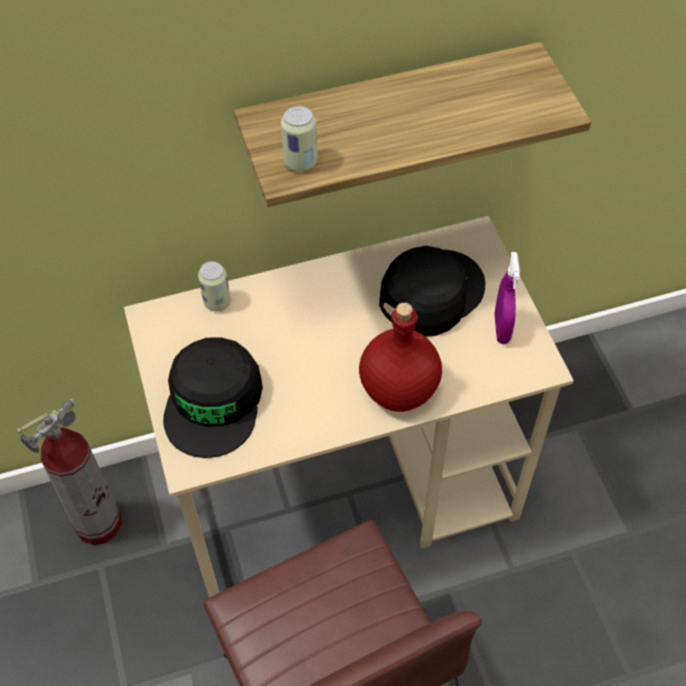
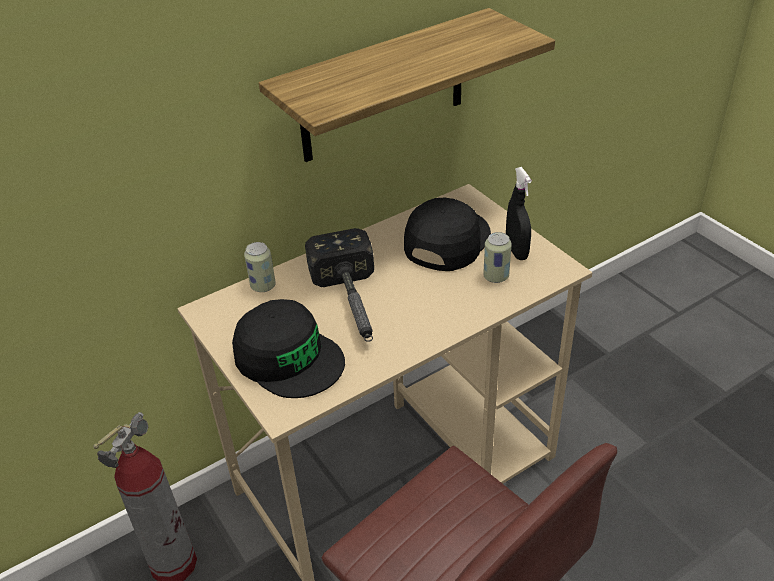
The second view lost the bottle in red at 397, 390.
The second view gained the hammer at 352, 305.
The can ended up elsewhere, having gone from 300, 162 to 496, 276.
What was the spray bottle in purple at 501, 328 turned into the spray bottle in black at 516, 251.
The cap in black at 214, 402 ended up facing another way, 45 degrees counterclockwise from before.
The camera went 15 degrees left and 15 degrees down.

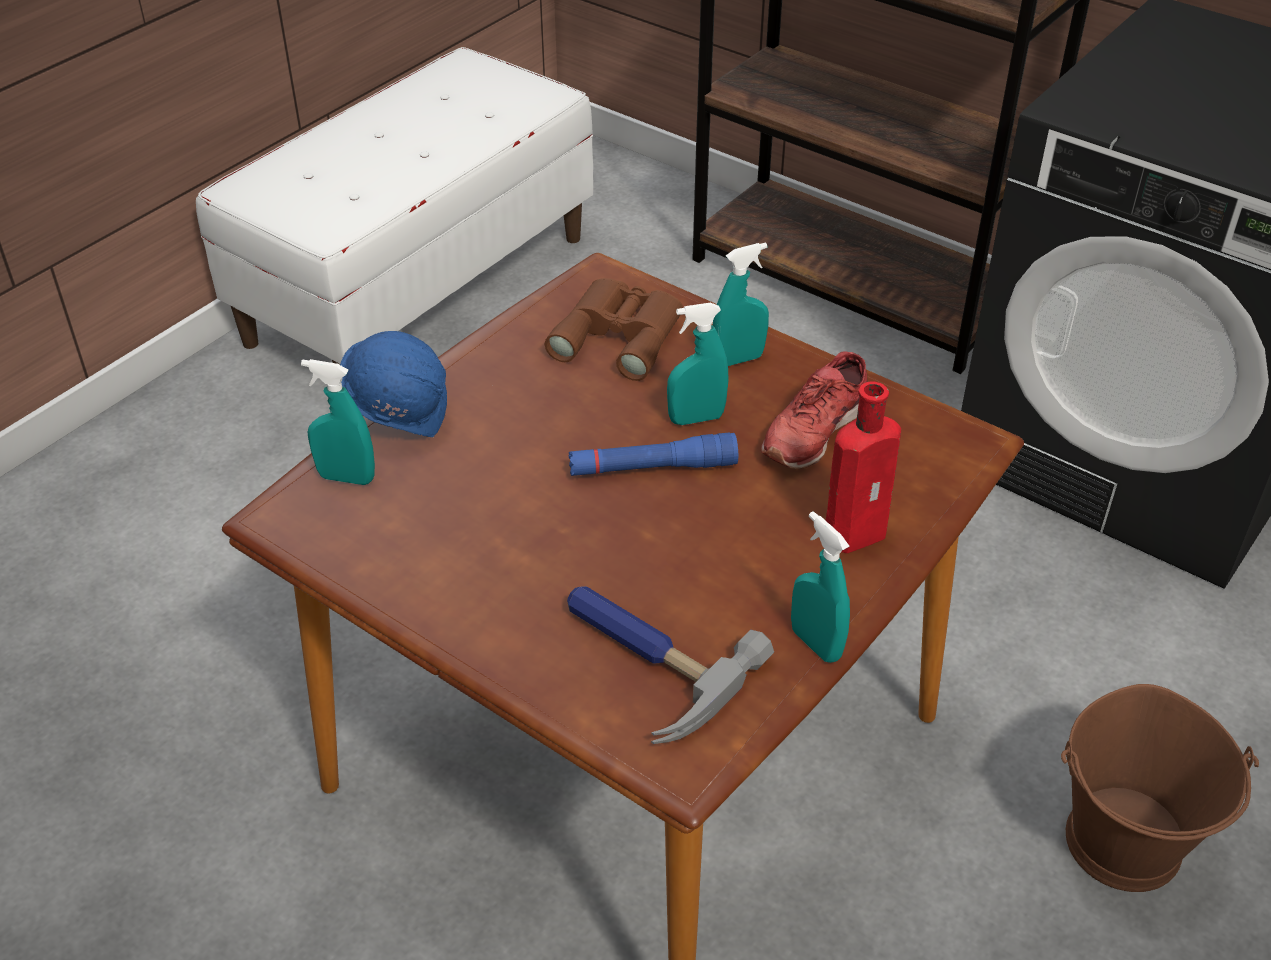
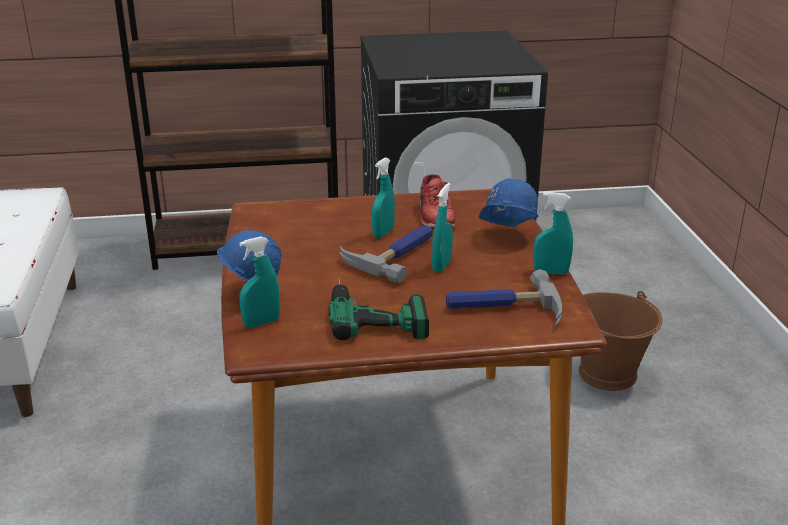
The second view lost the binoculars in brown at 621, 335.
The second view gained the power drill at 375, 312.
The spray bottle in turquoise ended up elsewhere, having gone from 738, 359 to 441, 265.
Where the flashlight in blue stood at 652, 468, the hammer came to stand at 395, 255.
Where the bottle in red stood at 859, 532, the hard hat in blue came to stand at 506, 236.
The camera went 45 degrees left and 15 degrees down.

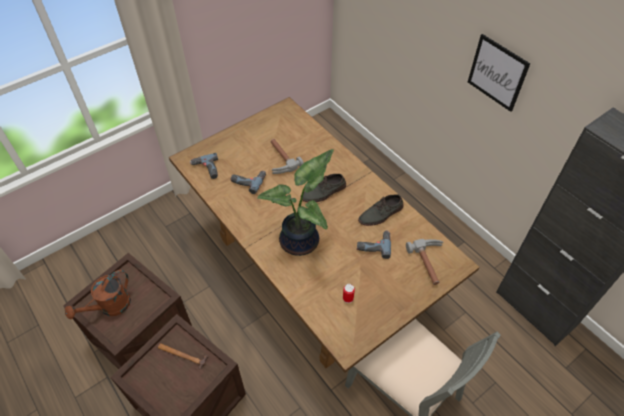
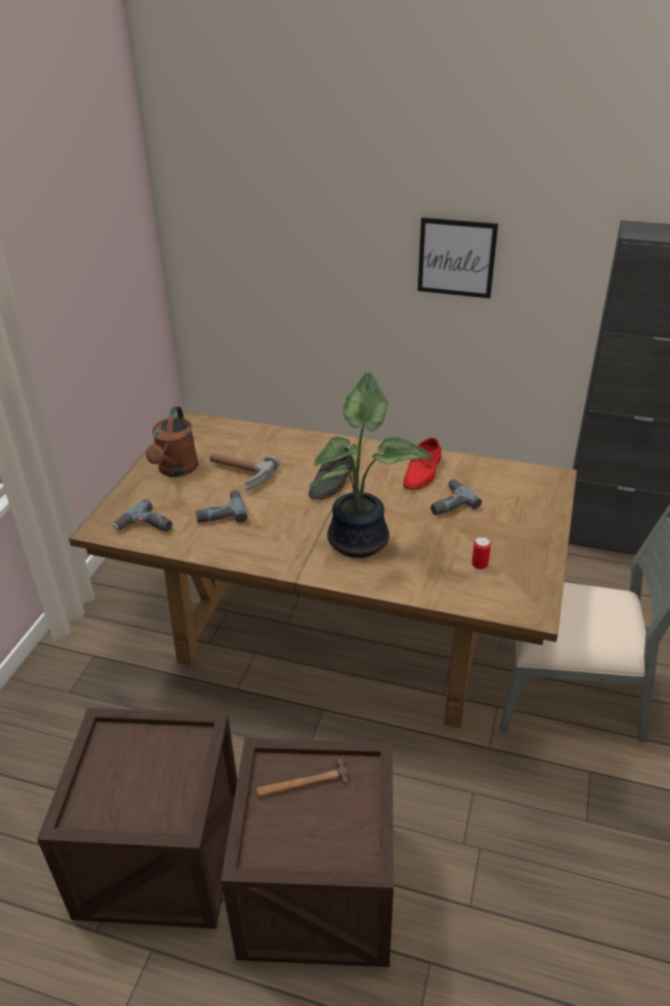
The second view lost the hammer at 431, 263.
The watering can in brown ended up elsewhere, having gone from 110, 307 to 176, 470.
What was the shoe in grey at 381, 214 turned into the shoe in red at 423, 472.
The camera went 35 degrees left and 15 degrees down.

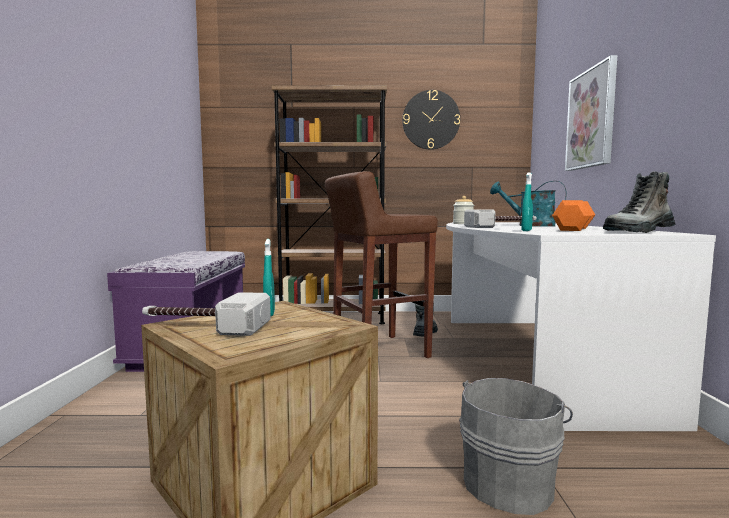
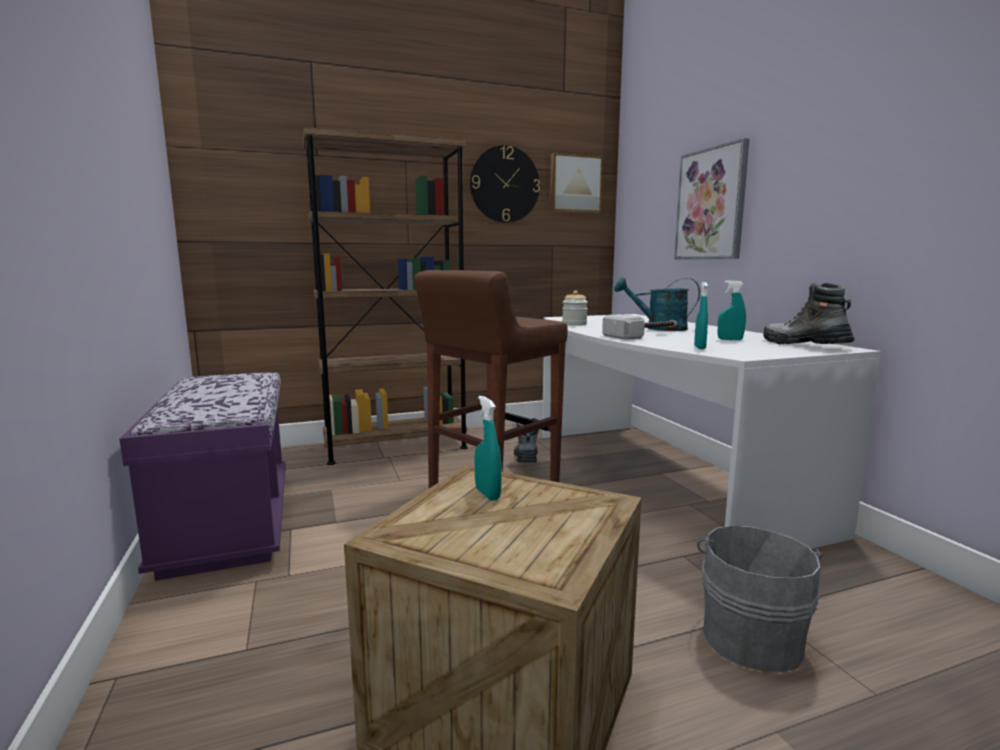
The second view lost the hammer at 203, 327.
The second view gained the picture at 575, 184.
Where the dumbbell in orange stood at 573, 229, the spray bottle in turquoise came to stand at 730, 339.
The boot at 639, 231 ended up facing another way, 105 degrees clockwise from before.
The camera went 20 degrees left and 5 degrees up.

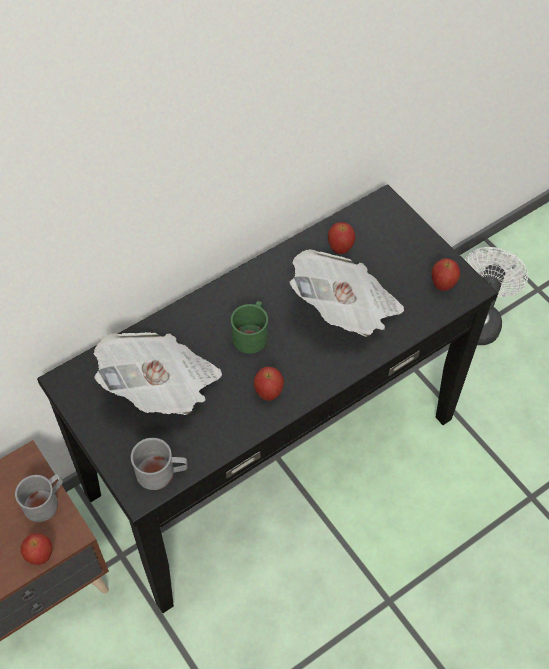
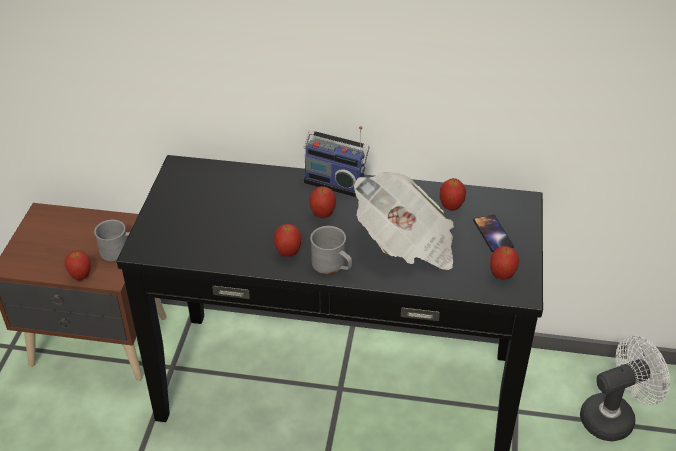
The second view lost the newspaper at 162, 387.
The second view gained the radio at 336, 182.
The second view gained the phone at 492, 233.
The mug in grey ended up elsewhere, having gone from 161, 473 to 332, 266.
Where the mug in green stood at 252, 334, the apple came to stand at 322, 215.
The camera went 45 degrees right and 15 degrees down.

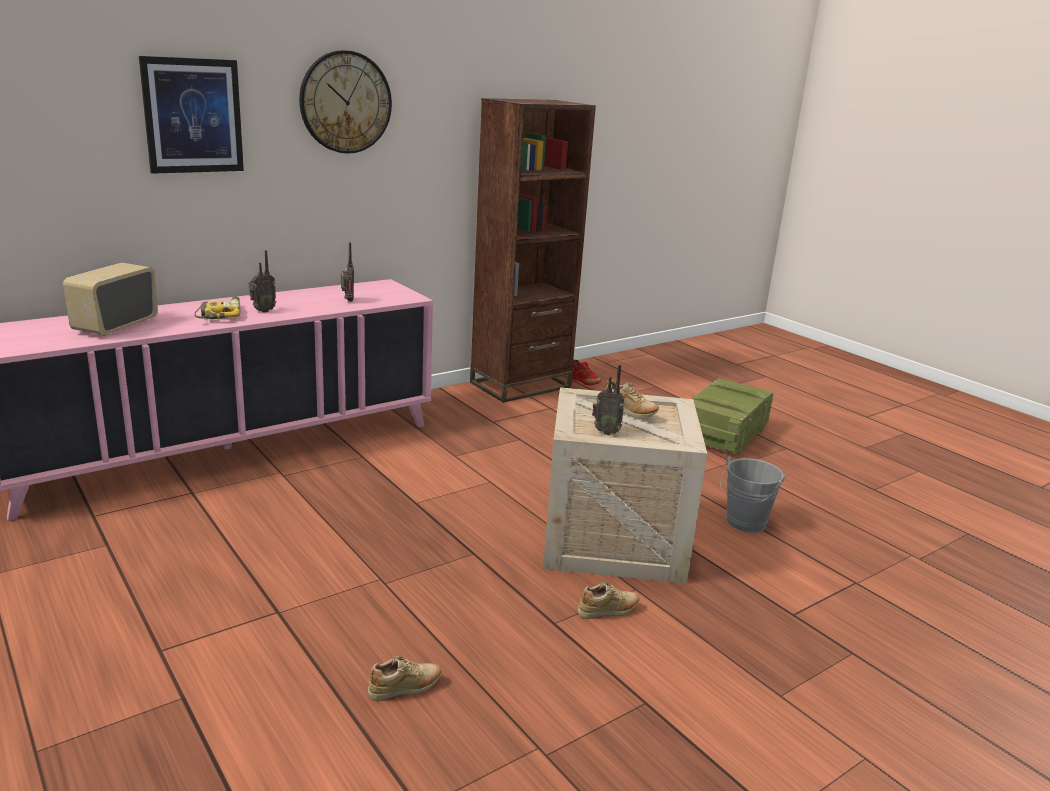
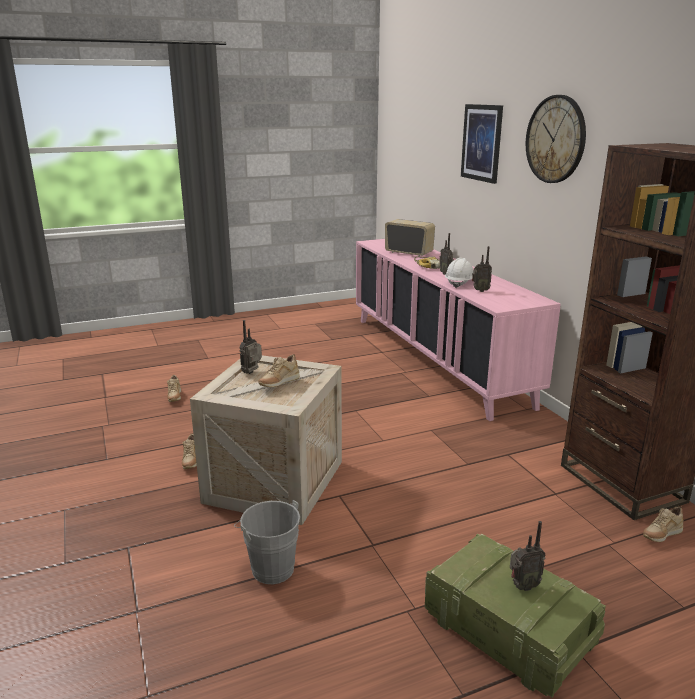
The second view gained the hard hat in white at 459, 283.
The second view gained the radio at 522, 586.
What was the shoe in red at 585, 382 turned into the shoe in beige at 660, 535.
The camera went 105 degrees right and 0 degrees up.

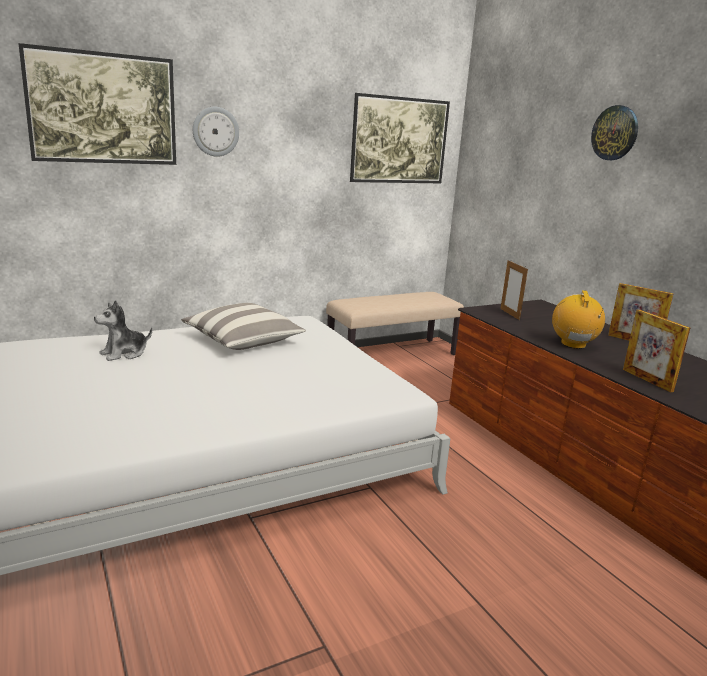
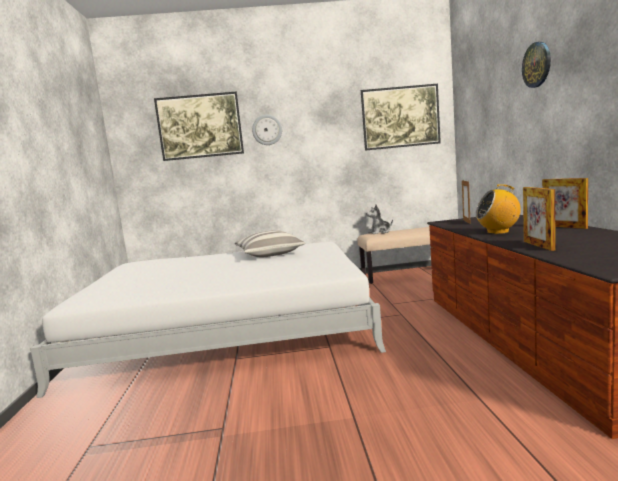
The plush toy ended up elsewhere, having gone from 124, 353 to 380, 232.
The radio at 573, 344 ended up facing another way, 120 degrees counterclockwise from before.
The camera went 25 degrees right and 10 degrees down.

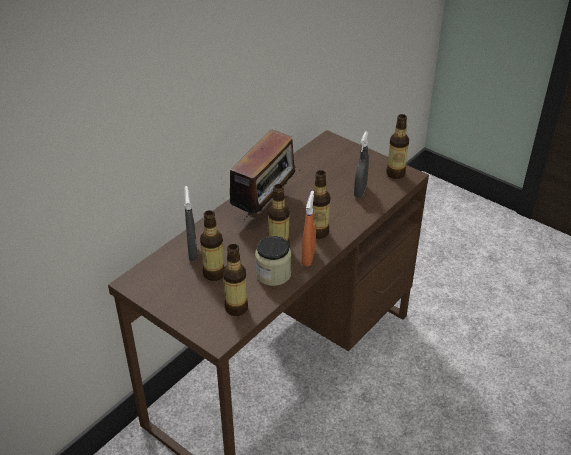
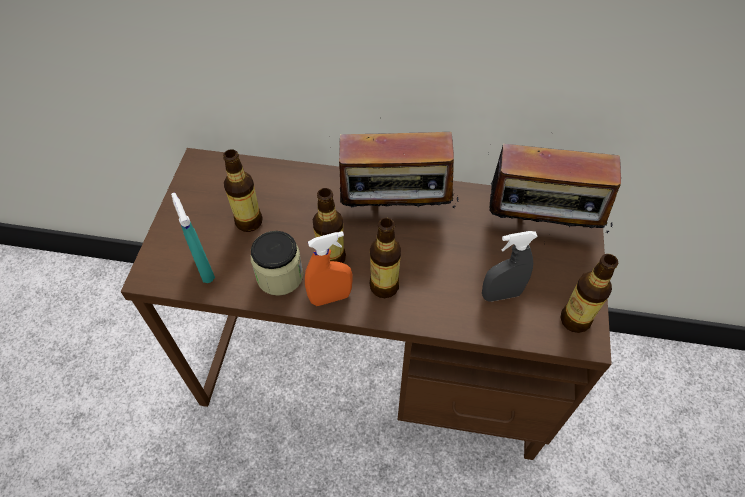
The second view lost the spray bottle in grey at 192, 252.
The second view gained the radio at 540, 226.
Where the bottle stood at 236, 308, the spray bottle in turquoise came to stand at 204, 269.
The camera went 60 degrees right and 15 degrees up.

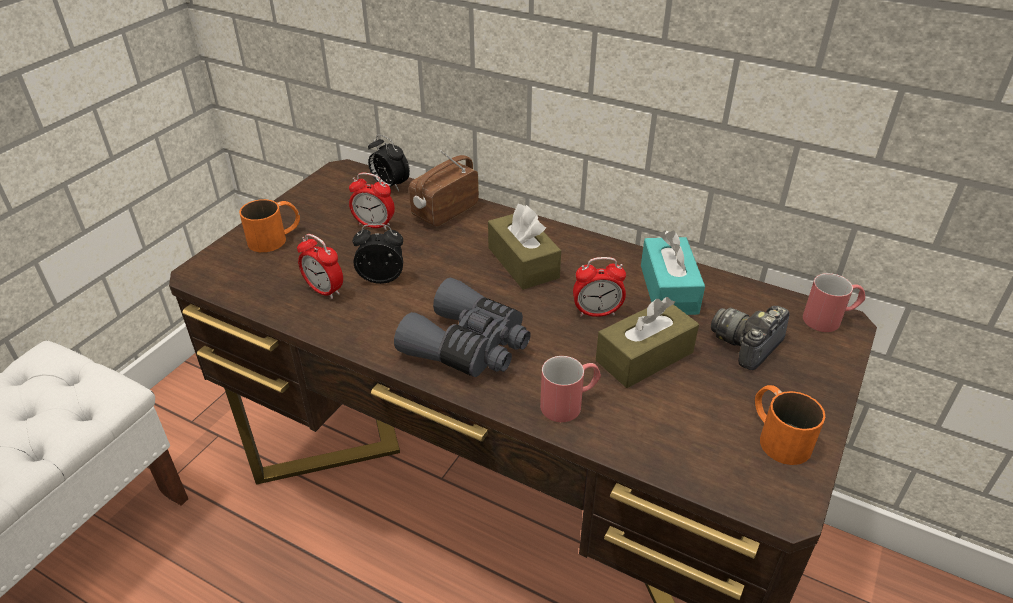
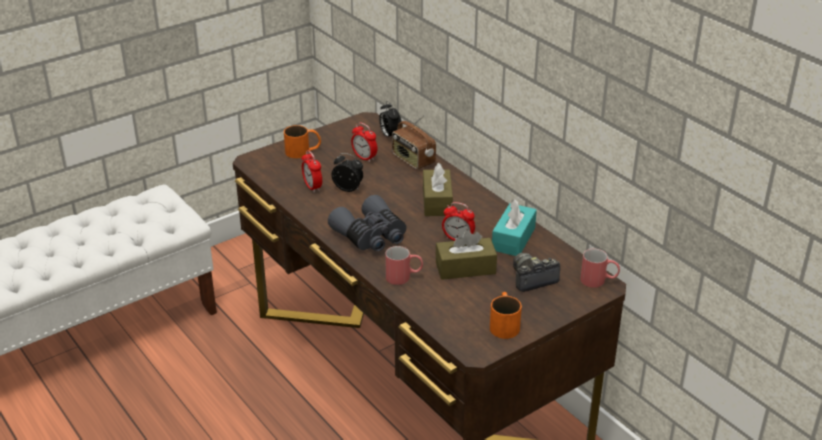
The radio at 444, 211 ended up facing another way, 105 degrees counterclockwise from before.
The camera went 25 degrees right and 5 degrees down.

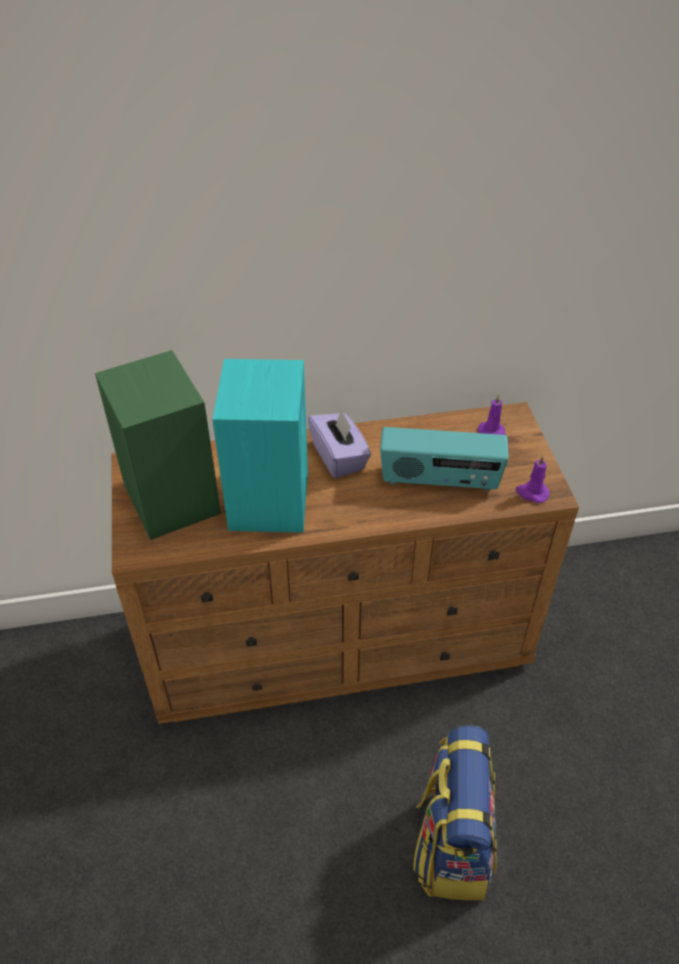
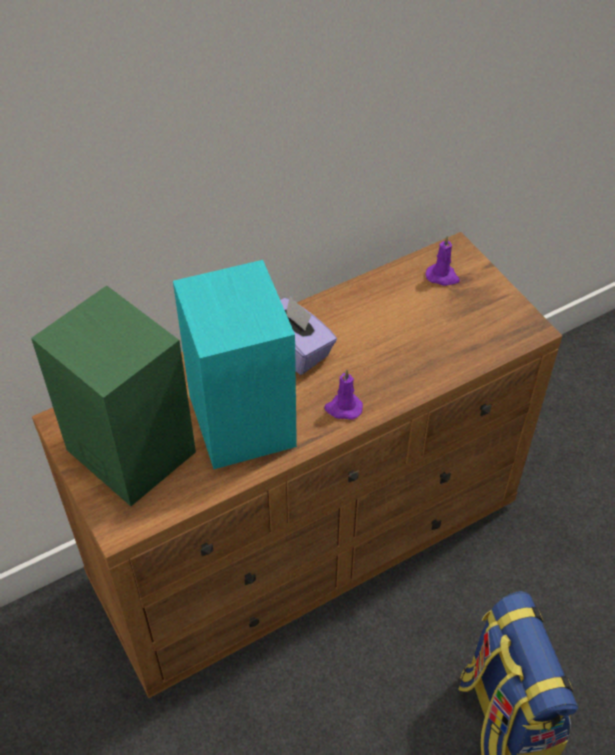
The second view lost the radio at 439, 481.
The candle in purple ended up elsewhere, having gone from 532, 493 to 343, 408.
The camera went 20 degrees left and 5 degrees up.

